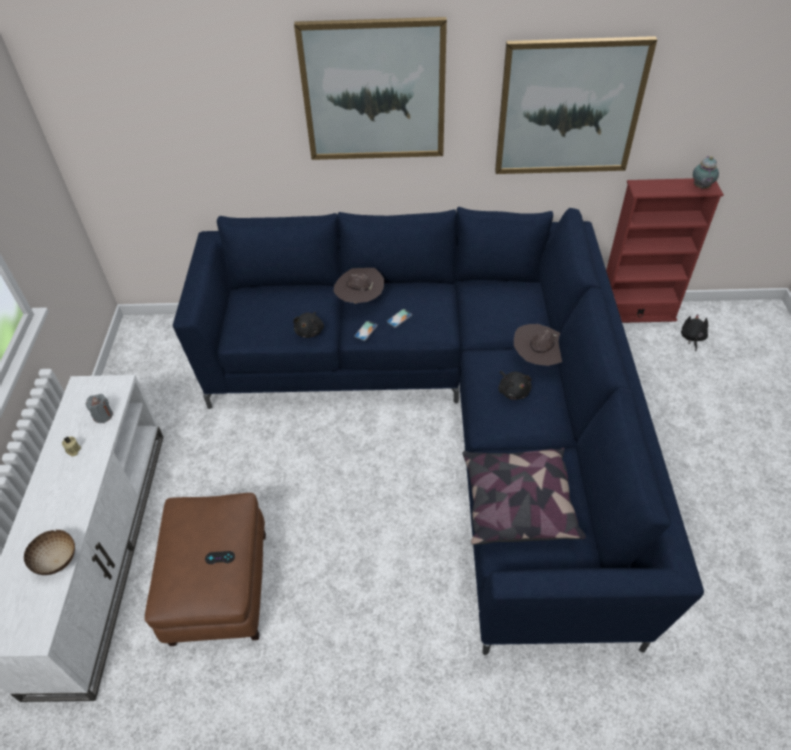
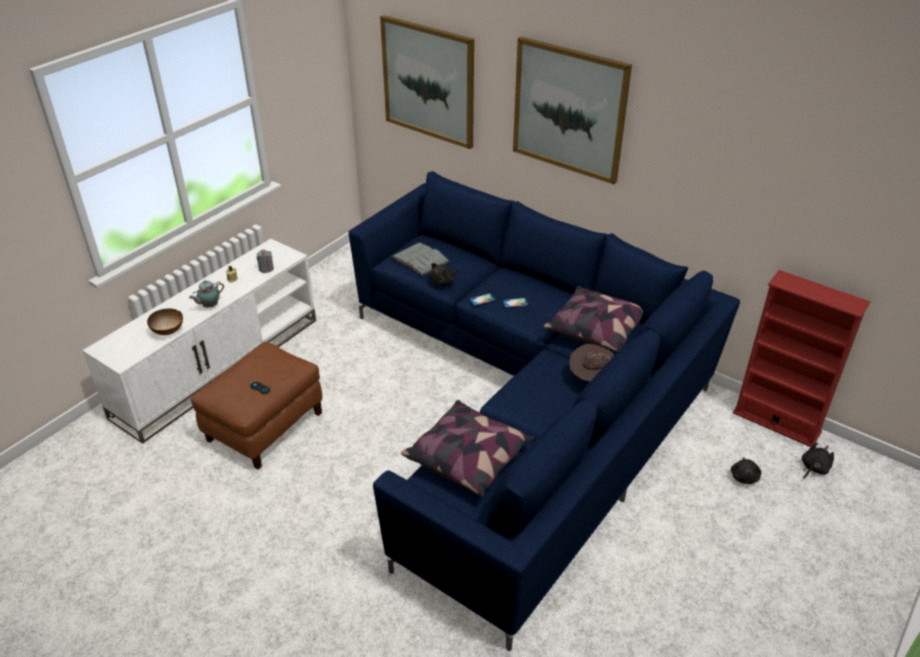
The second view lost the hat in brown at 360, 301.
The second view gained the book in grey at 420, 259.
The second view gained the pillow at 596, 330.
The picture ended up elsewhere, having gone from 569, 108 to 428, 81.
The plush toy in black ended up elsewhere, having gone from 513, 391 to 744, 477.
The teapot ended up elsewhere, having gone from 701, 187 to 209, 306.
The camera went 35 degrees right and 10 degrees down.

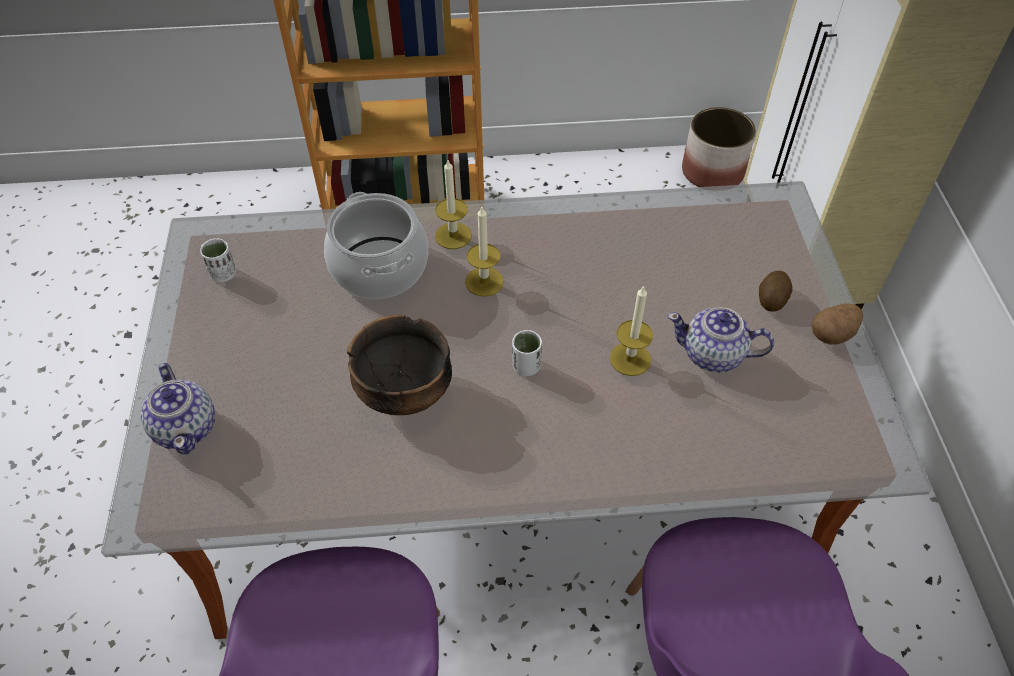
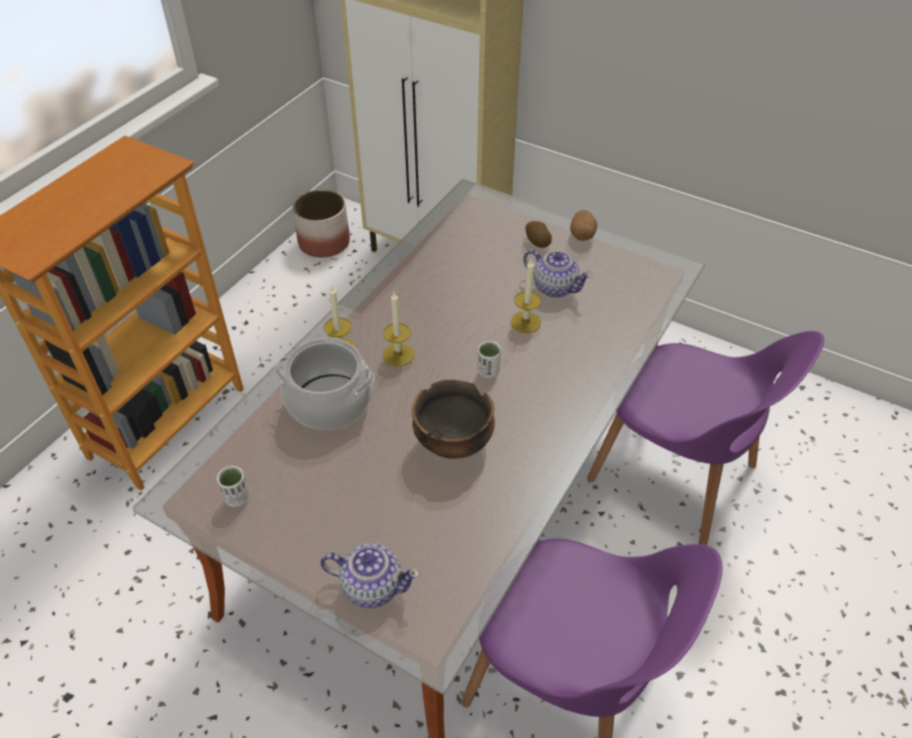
The teapot at 713, 355 ended up facing another way, 105 degrees counterclockwise from before.
The camera went 55 degrees left and 5 degrees down.

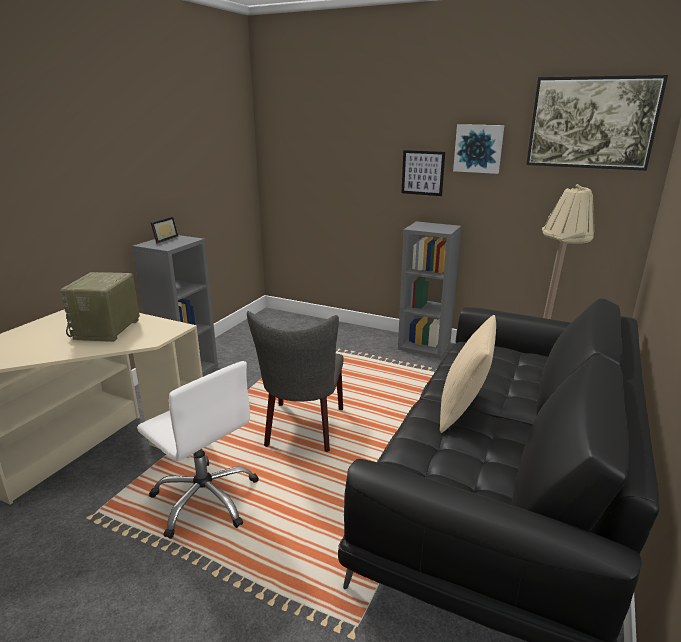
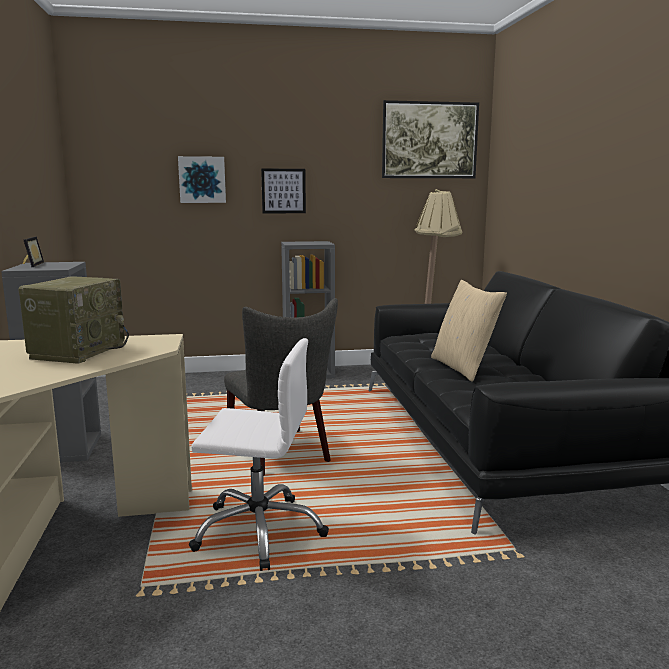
The picture ended up elsewhere, having gone from 478, 148 to 202, 180.
The radio at 107, 330 ended up facing another way, 135 degrees counterclockwise from before.
The camera went 35 degrees left and 10 degrees down.

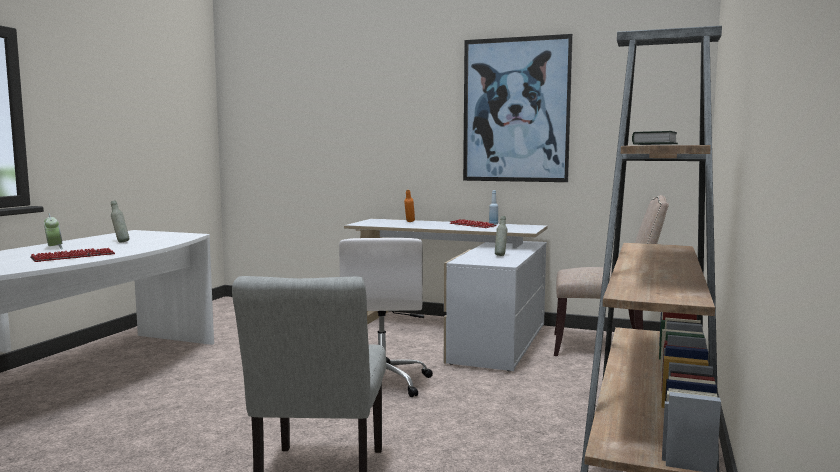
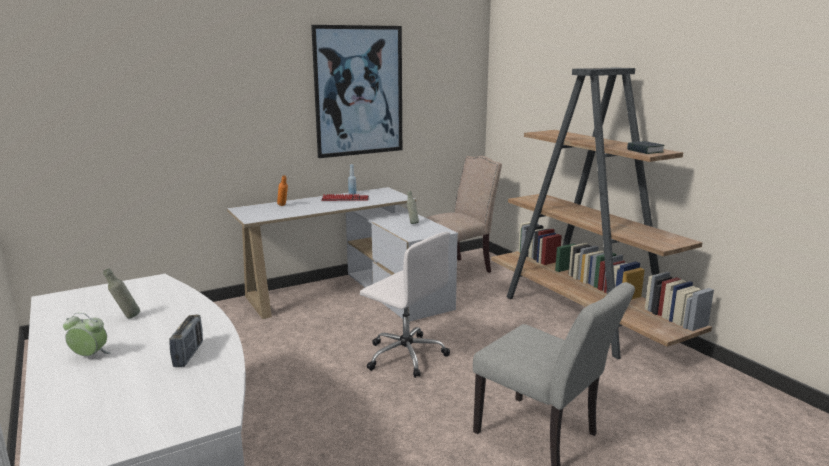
Where the keyboard stood at 73, 257, the radio came to stand at 188, 354.
The camera went 50 degrees left and 10 degrees up.

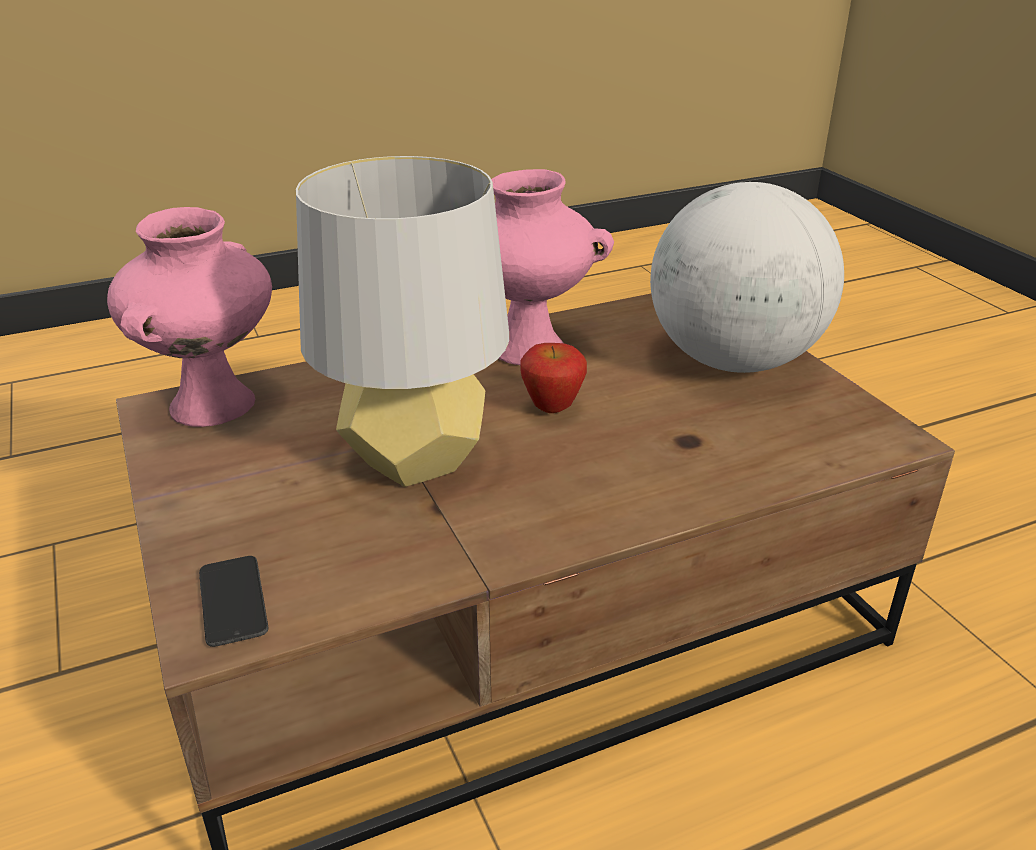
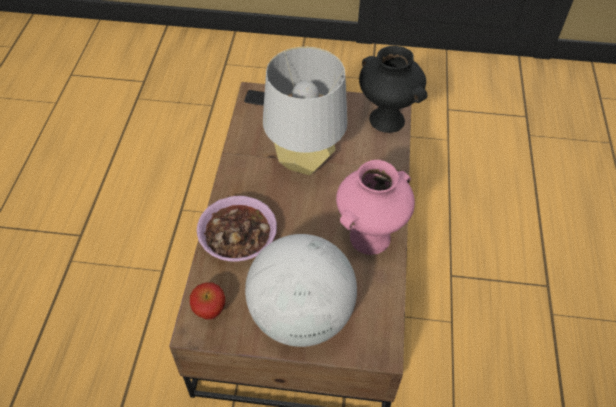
The second view gained the bowl at 238, 238.
The apple ended up elsewhere, having gone from 552, 409 to 210, 312.
What was the vase in pink at 213, 406 turned into the vase in black at 385, 120.
The camera went 120 degrees right and 20 degrees up.

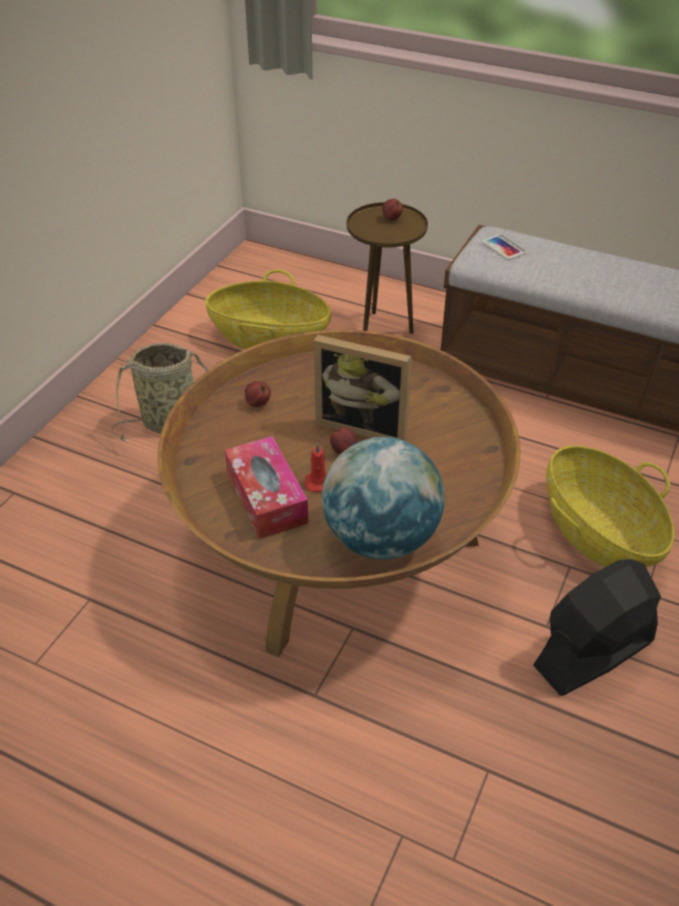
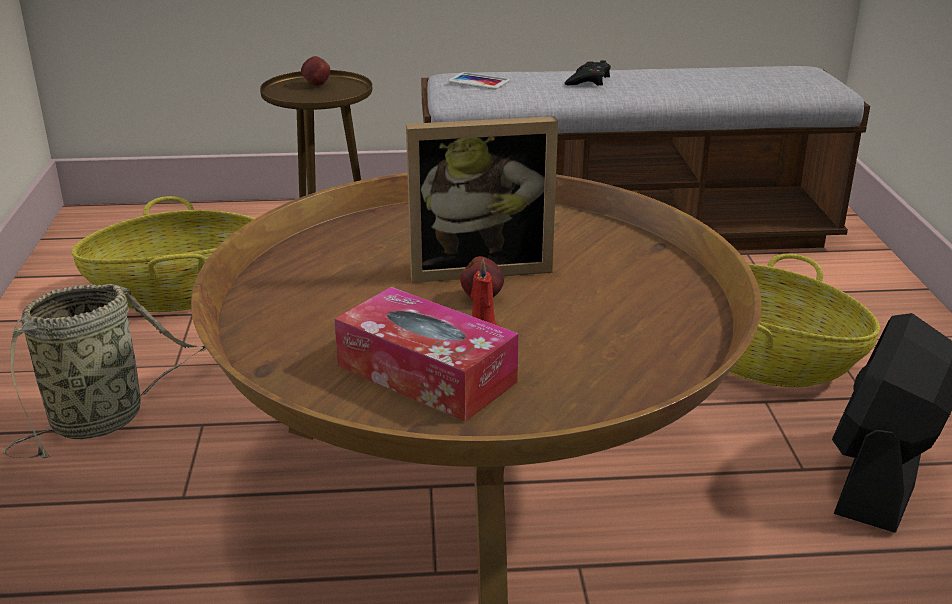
The second view lost the apple at 257, 404.
The second view lost the globe at 381, 538.
The second view gained the game controller in black at 588, 80.
The camera went 30 degrees left and 15 degrees down.

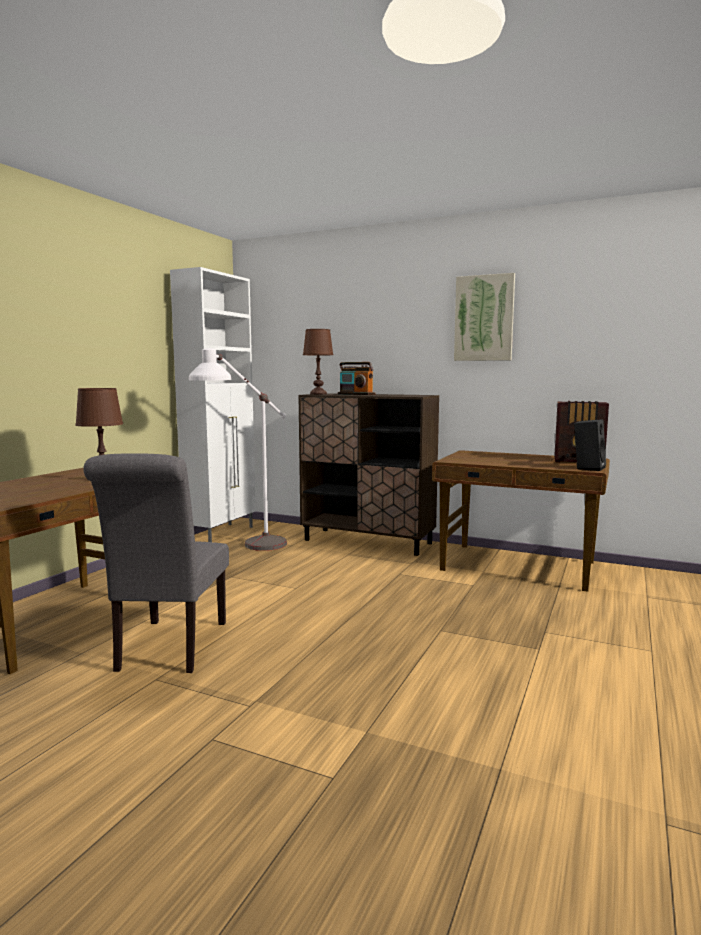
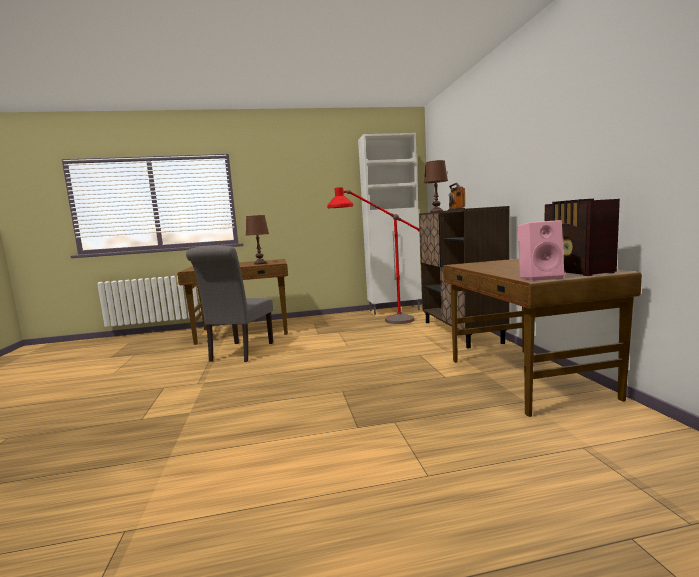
The second view lost the picture at 484, 318.
What was the floor lamp in white at 247, 552 turned into the floor lamp in red at 379, 322.
What was the speaker in black at 588, 468 turned into the speaker in pink at 540, 277.
The chair in grey at 169, 649 ended up facing another way, 45 degrees counterclockwise from before.
The camera went 55 degrees right and 0 degrees up.

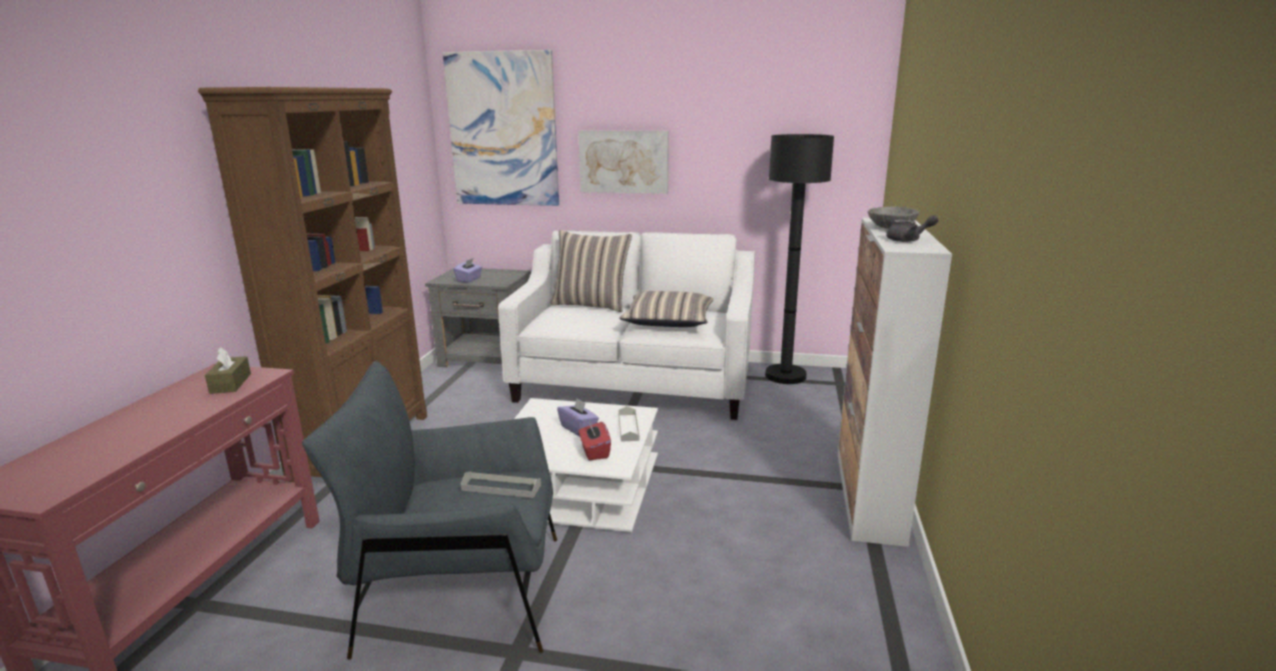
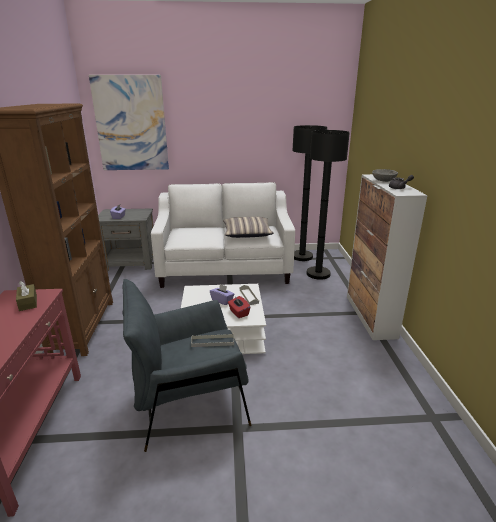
The second view lost the pillow at 591, 305.
The second view lost the picture at 624, 161.
The second view gained the floor lamp in black at 318, 274.
The camera went 15 degrees left and 5 degrees up.

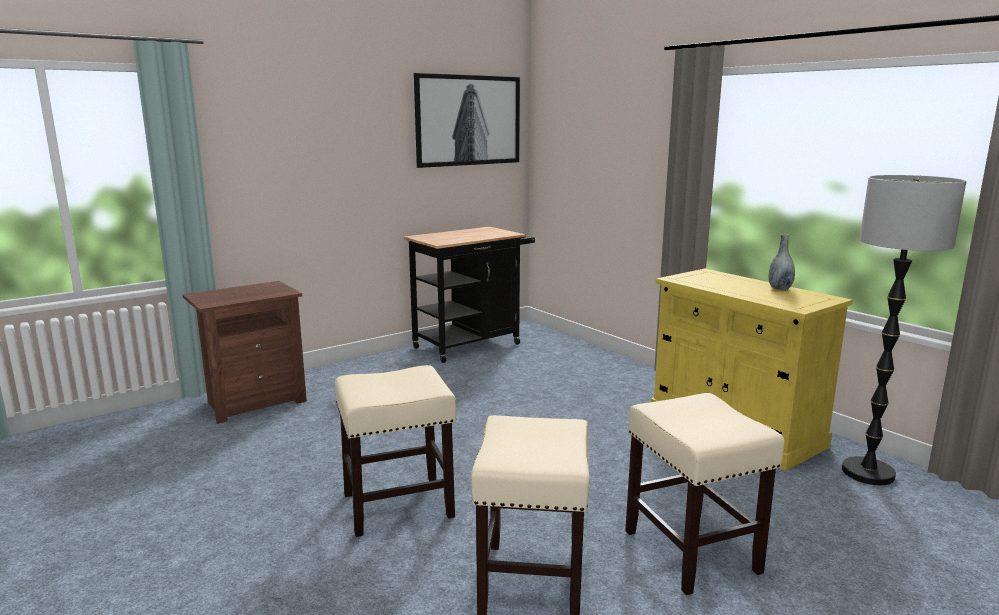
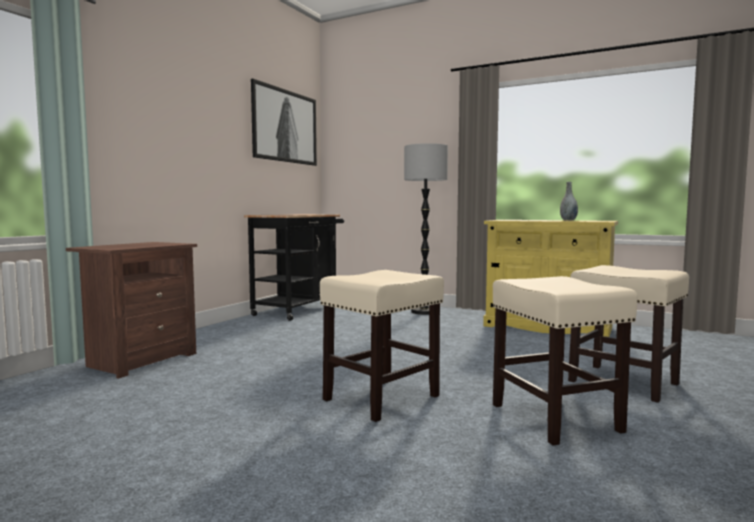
The floor lamp ended up elsewhere, having gone from 868, 473 to 424, 312.
The camera went 25 degrees left and 10 degrees down.

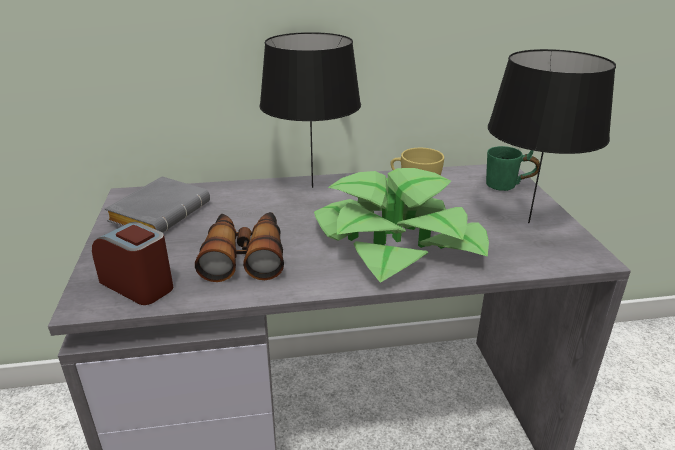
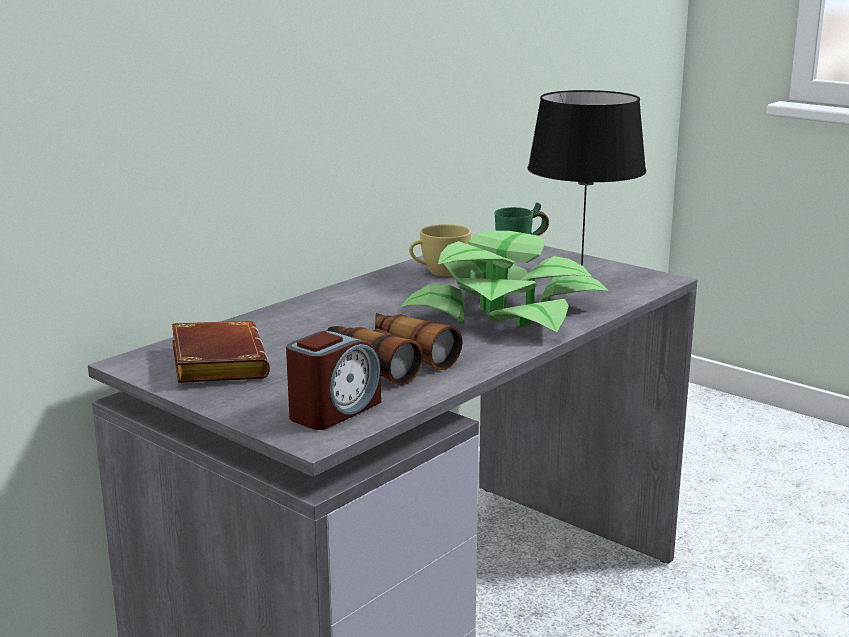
The second view lost the table lamp in black at 313, 187.
What was the book in grey at 160, 212 turned into the book in brown at 214, 362.
The alarm clock at 138, 285 ended up facing another way, 135 degrees clockwise from before.
The camera went 40 degrees left and 10 degrees down.

